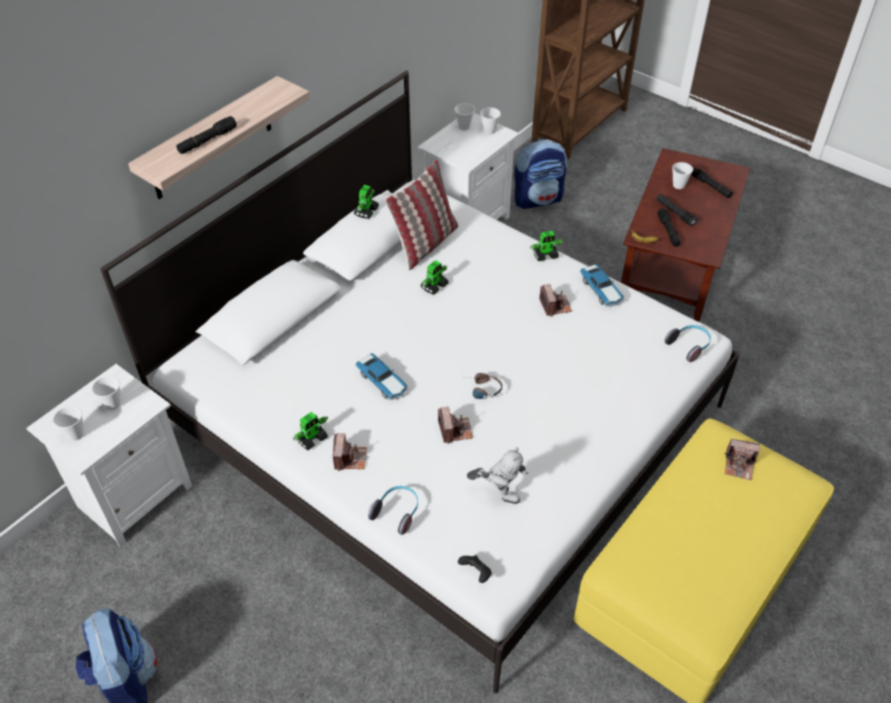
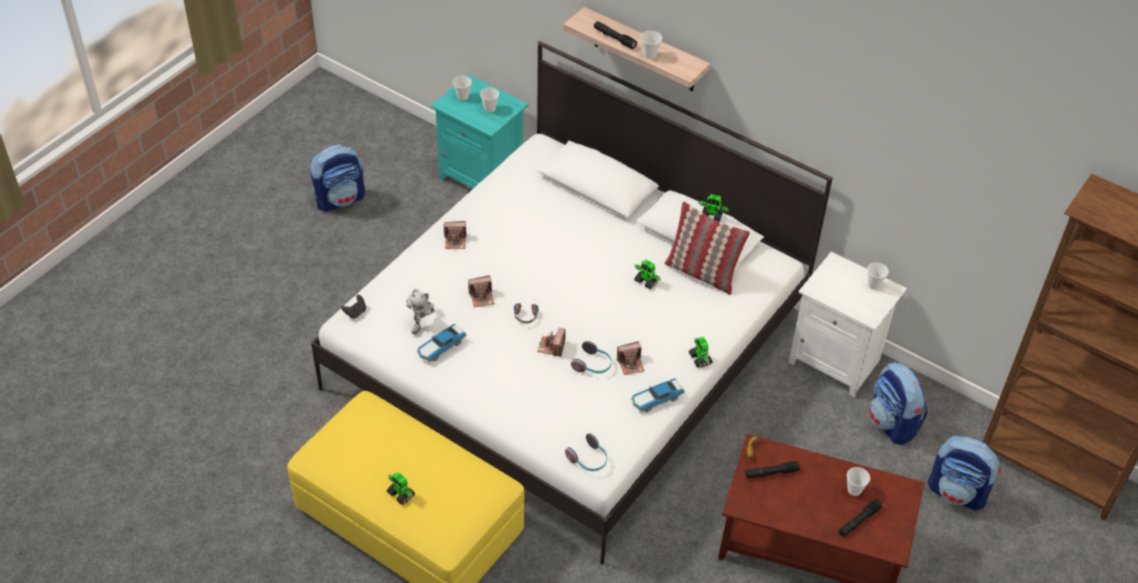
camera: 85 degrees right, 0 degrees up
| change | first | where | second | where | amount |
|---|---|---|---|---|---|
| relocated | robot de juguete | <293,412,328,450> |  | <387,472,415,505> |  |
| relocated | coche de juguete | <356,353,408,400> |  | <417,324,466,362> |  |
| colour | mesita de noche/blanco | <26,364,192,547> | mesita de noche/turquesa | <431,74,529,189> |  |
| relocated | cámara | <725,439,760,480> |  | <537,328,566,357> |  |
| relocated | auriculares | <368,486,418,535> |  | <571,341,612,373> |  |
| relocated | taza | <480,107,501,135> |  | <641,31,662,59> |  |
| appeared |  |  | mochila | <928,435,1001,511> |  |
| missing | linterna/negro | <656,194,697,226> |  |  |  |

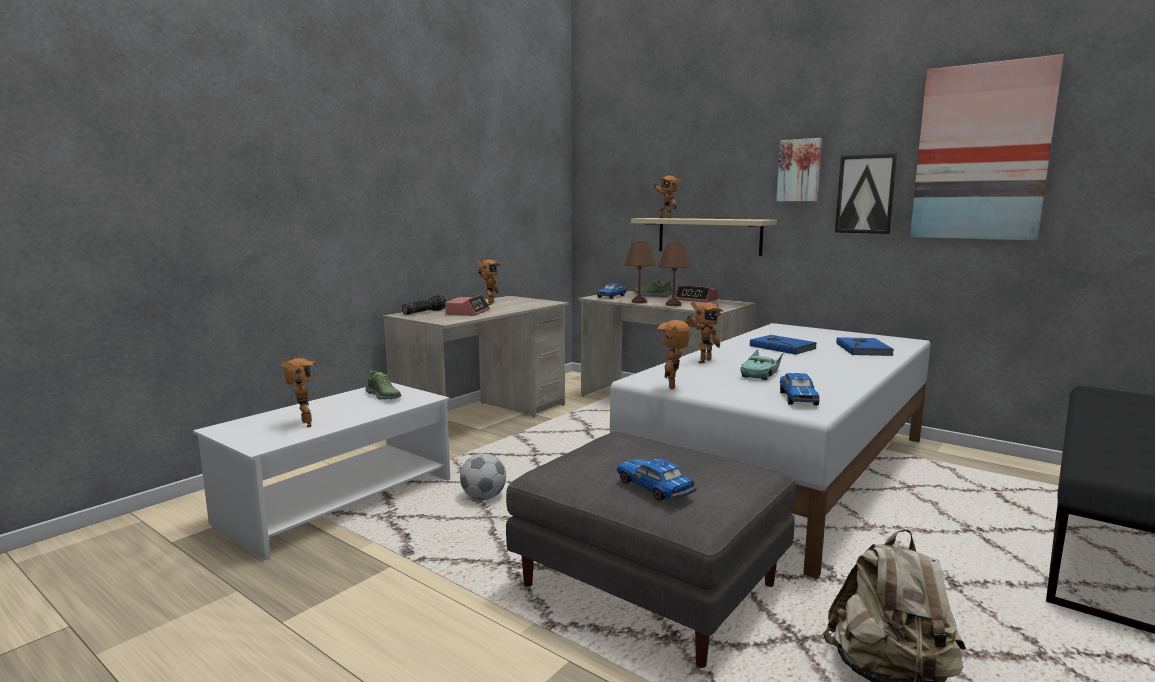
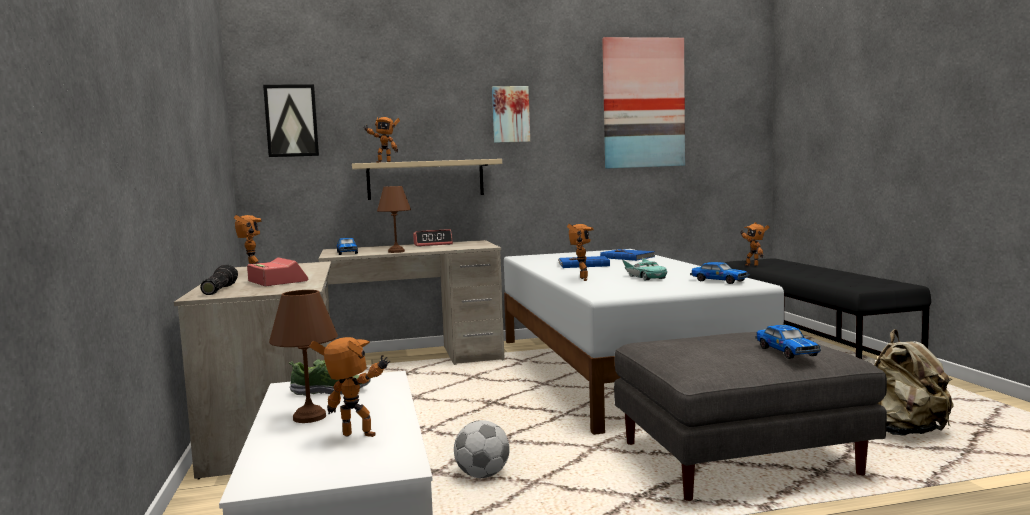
camera: 50 degrees left, 5 degrees down
| change | first | where | second | where | amount |
|---|---|---|---|---|---|
| relocated | cuadro | <835,153,898,234> |  | <263,84,319,157> |  |
| relocated | lámpara de mesa/marrón | <659,243,690,306> |  | <269,290,338,423> |  |
| relocated | robot de juguete | <657,318,694,389> |  | <740,222,770,266> |  |
| spun | coche de juguete | <617,459,696,501> |  | <755,325,821,359> | 105 degrees counterclockwise |
| missing | zapato | <633,280,672,297> |  |  |  |

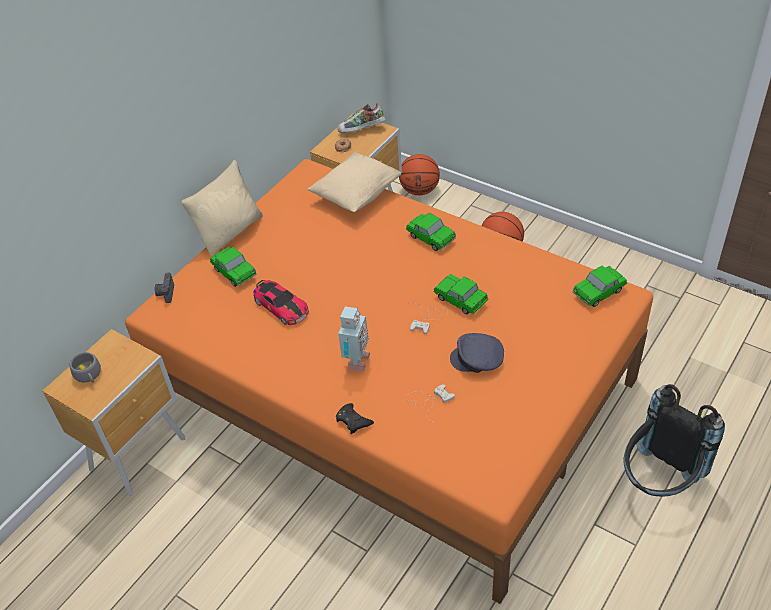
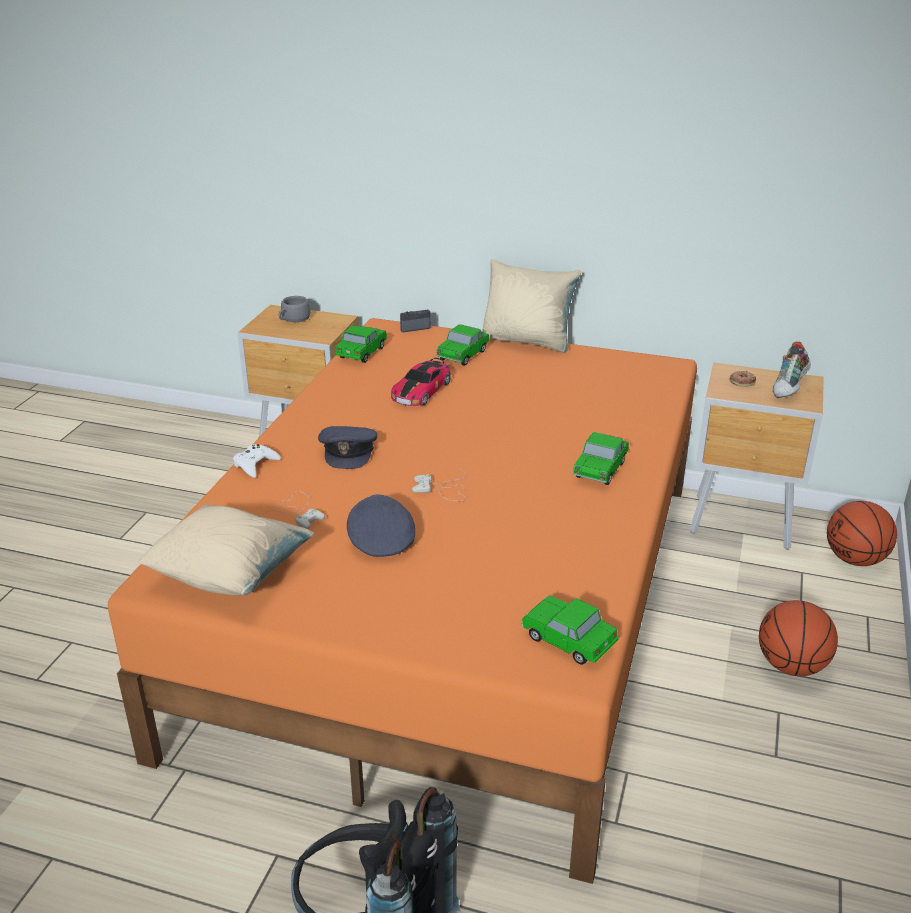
camera: 70 degrees right, 15 degrees down
| change | first | where | second | where | amount |
|---|---|---|---|---|---|
| relocated | cojín/beis | <308,151,402,212> |  | <137,504,314,596> |  |
| colour | mando de consola/negro | <336,403,374,434> | mando de consola/blanco | <233,444,281,478> |  |
| exchanged | robot de juguete | <338,306,370,372> | gorra/gris | <318,426,377,469> |  |
| relocated | coche de juguete | <434,274,488,314> |  | <335,325,387,363> |  |
| spun | zapato | <338,103,385,133> |  | <773,342,811,398> | 120 degrees counterclockwise |

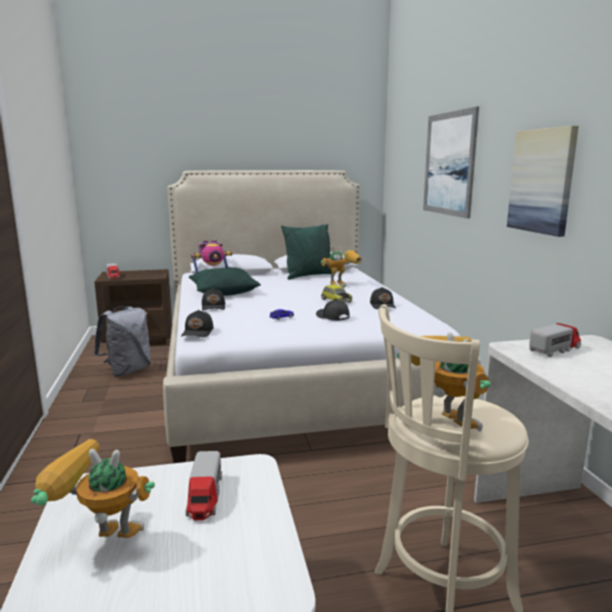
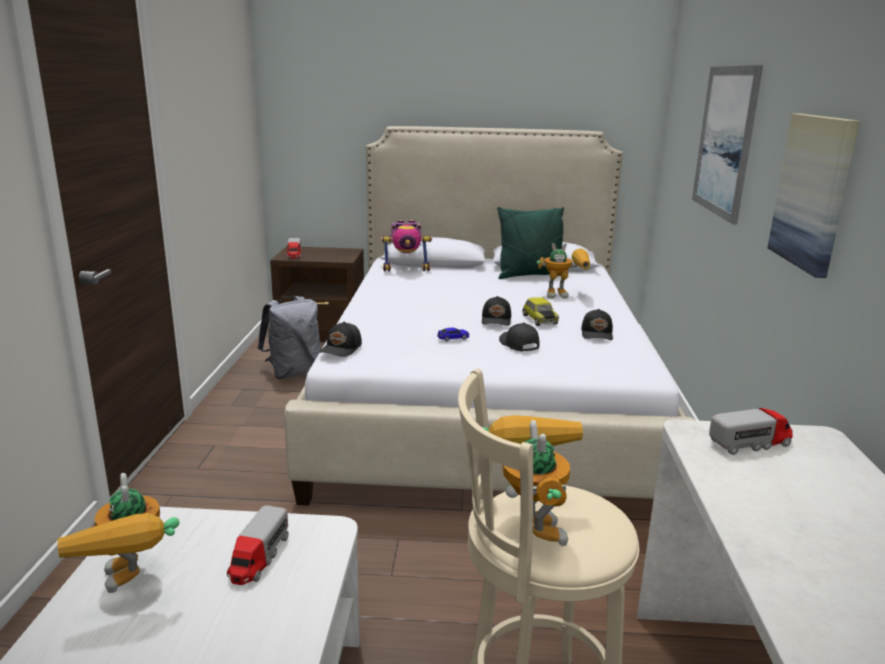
camera: 15 degrees right, 5 degrees up
| change | first | where | second | where | amount |
|---|---|---|---|---|---|
| spun | robot de juguete | <31,439,155,538> |  | <58,473,180,593> | 135 degrees counterclockwise |
| relocated | gorra/negro | <202,288,225,311> |  | <482,296,511,326> |  |
| missing | cojín/verde | <189,267,261,296> |  |  |  |

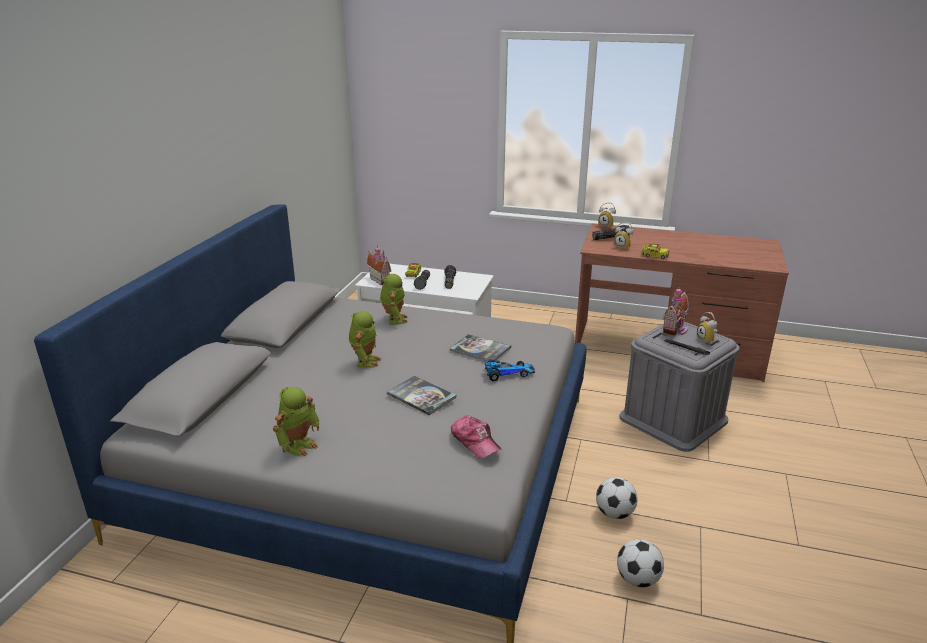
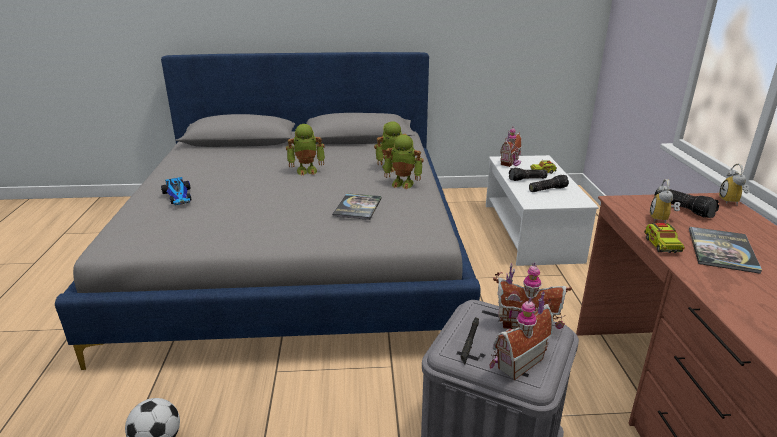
camera: 70 degrees right, 0 degrees up
| change | first | where | second | where | amount |
|---|---|---|---|---|---|
| relocated | coche de juguete | <484,359,535,381> |  | <161,177,192,205> |  |
| relocated | robot de juguete | <273,387,320,456> |  | <384,135,424,189> |  |
| exchanged | despertador | <697,312,717,344> | casita | <489,292,553,380> |  |
| relocated | libro | <387,376,456,415> |  | <689,227,762,274> |  |
| missing | gorra | <451,415,502,458> |  |  |  |
| missing | balón de fútbol | <596,477,638,519> |  |  |  |

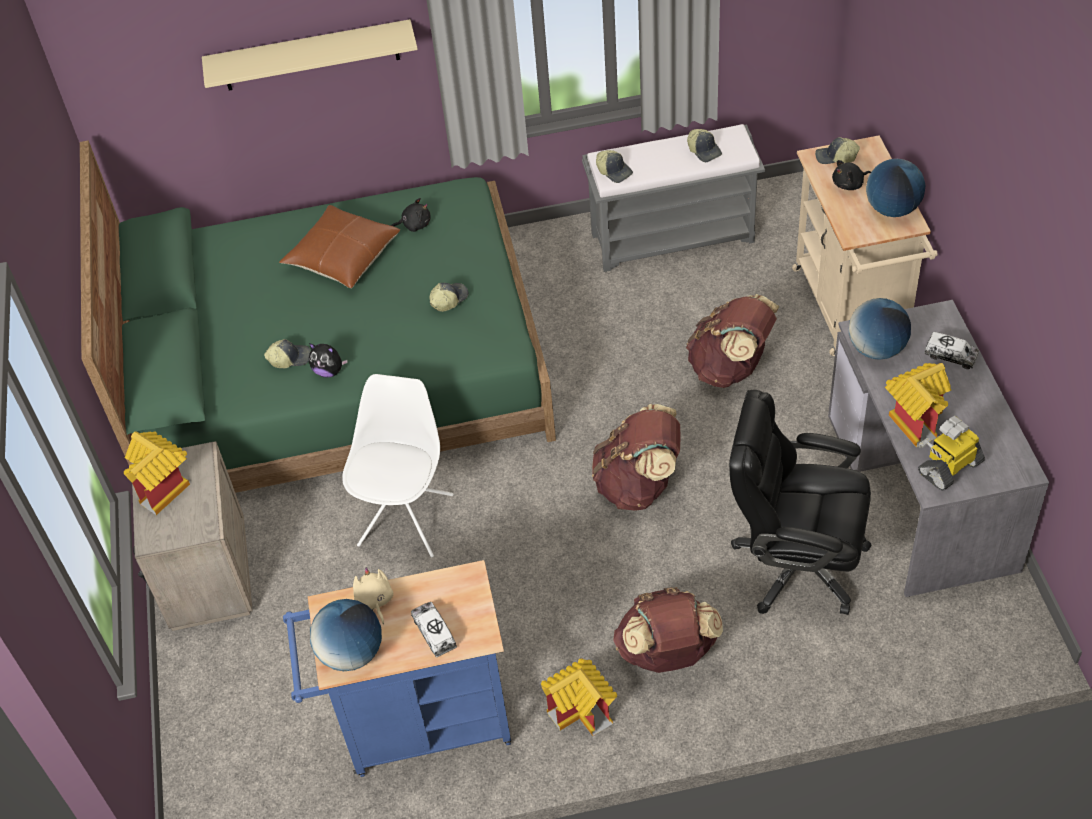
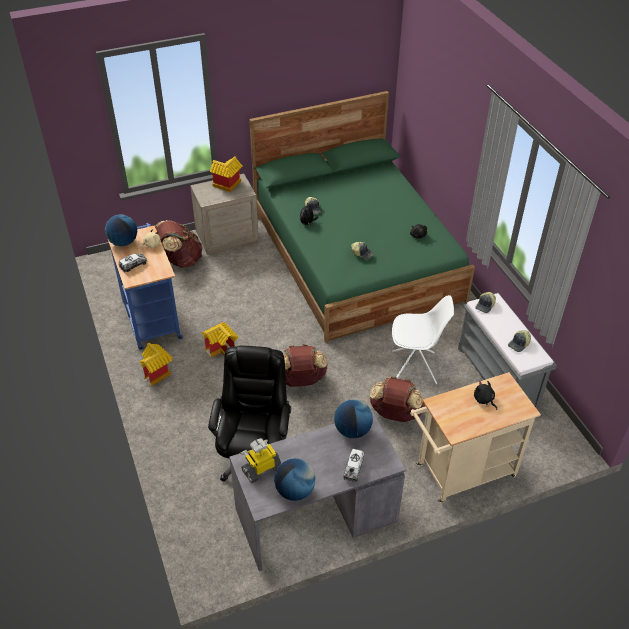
camera: 75 degrees right, 5 degrees down
| change | first | where | second | where | amount |
|---|---|---|---|---|---|
| relocated | mochila/marrón | <613,587,723,673> |  | <155,220,203,268> |  |
| relocated | casita | <885,363,951,447> |  | <202,322,238,358> |  |
| spun | robot de juguete | <918,416,985,491> |  | <240,438,282,483> | 75 degrees counterclockwise |
| relocated | globo terráqueo | <866,159,925,217> |  | <274,459,316,501> |  |
| relocated | silla/blanco | <342,374,454,558> |  | <392,295,454,384> |  |
| missing | estante/beis | <202,19,418,91> |  |  |  |
| missing | cojín/marrón | <279,205,400,288> |  |  |  |
| missing | gorra | <815,137,860,164> |  |  |  |

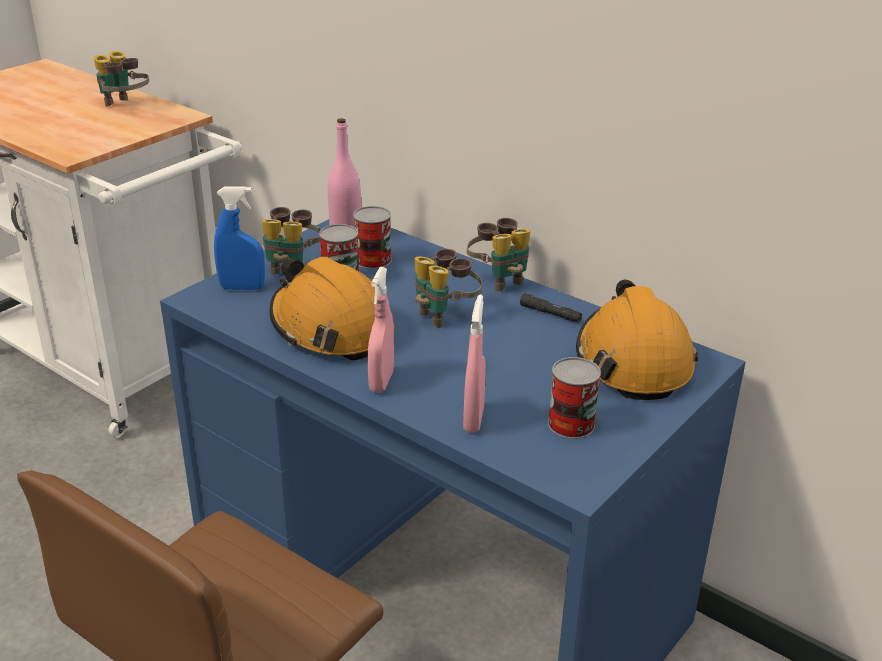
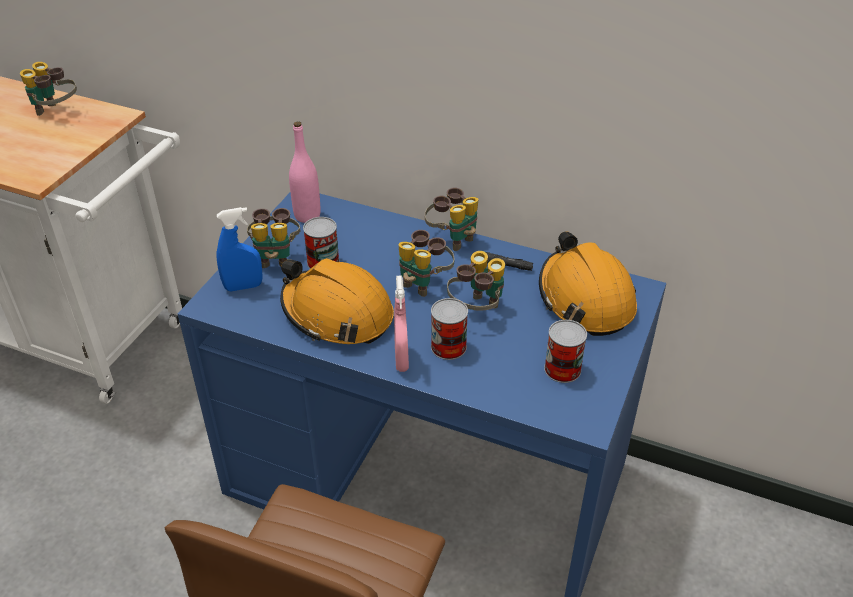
camera: 15 degrees left, 10 degrees up
| change | first | where | second | where | amount |
|---|---|---|---|---|---|
| relocated | lata | <353,206,392,269> |  | <431,298,468,360> |  |
| appeared |  |  | prismáticos | <447,251,505,311> |  |
| missing | pulverizador/rosa | <463,294,486,433> |  |  |  |

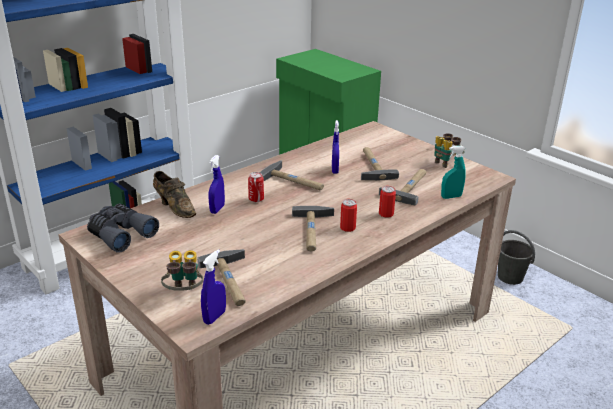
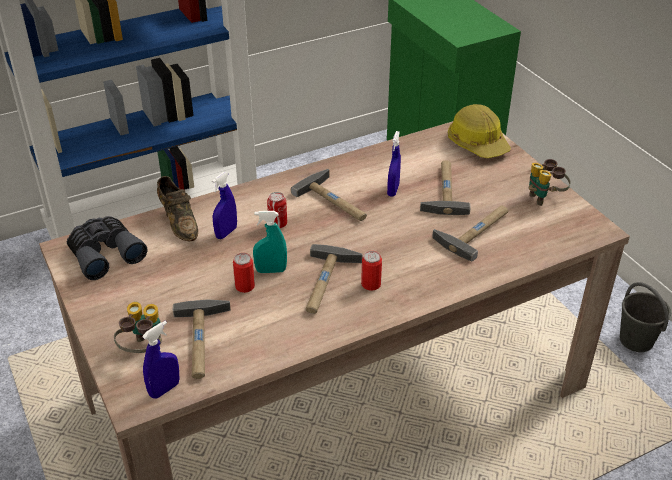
camera: 15 degrees right, 10 degrees up
| change | first | where | second | where | amount |
|---|---|---|---|---|---|
| relocated | lata | <379,186,396,218> |  | <233,253,255,293> |  |
| relocated | pulverizador/turquesa | <441,145,466,199> |  | <253,211,287,273> |  |
| appeared |  |  | casco | <448,104,511,158> |  |

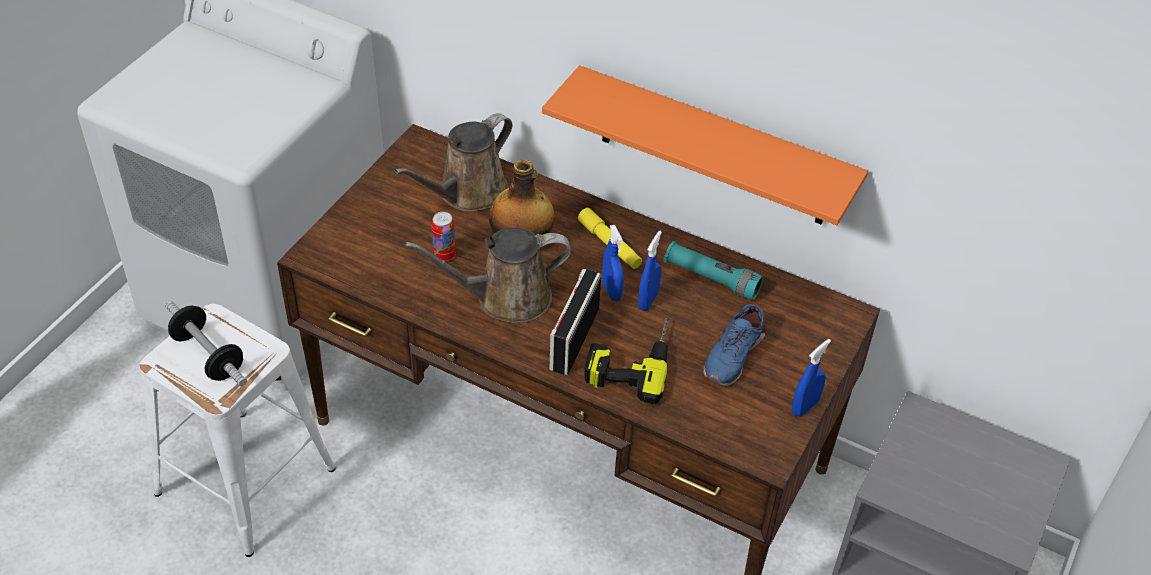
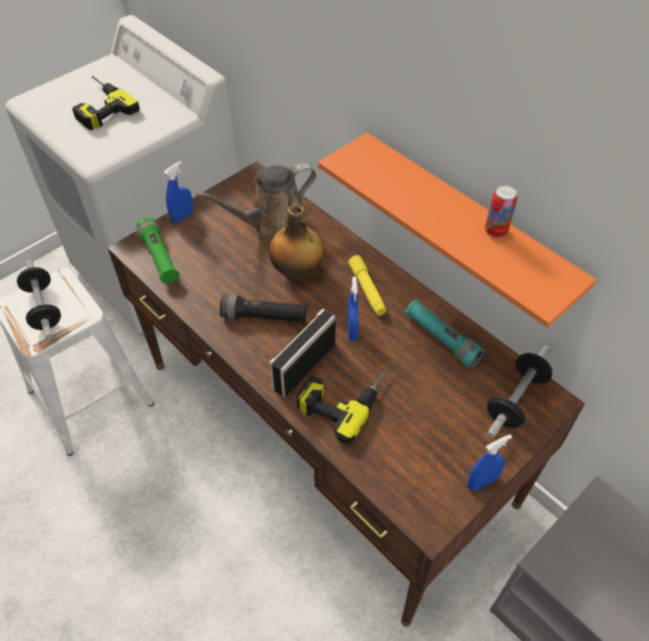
camera: 20 degrees right, 5 degrees up
| change | first | where | second | where | amount |
|---|---|---|---|---|---|
| appeared |  |  | taladro | <72,76,140,130> |  |
| appeared |  |  | linterna/verde | <136,217,180,284> |  |
| relocated | pulverizador/azul | <638,231,662,311> |  | <164,161,193,223> |  |
| exchanged | regadera/marrón | <405,228,571,323> | linterna/negro | <220,295,307,323> |  |
| relocated | lata | <431,212,456,261> |  | <485,185,517,238> |  |
| appeared |  |  | mancuerna | <487,345,552,438> |  |
| missing | zapato/azul | <703,304,765,386> |  |  |  |

